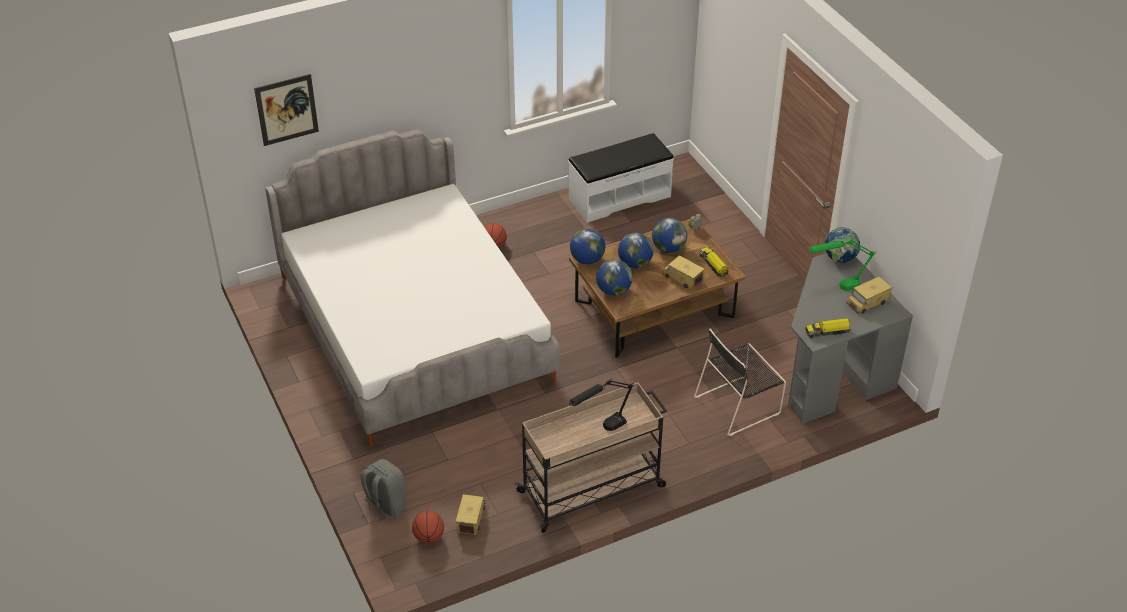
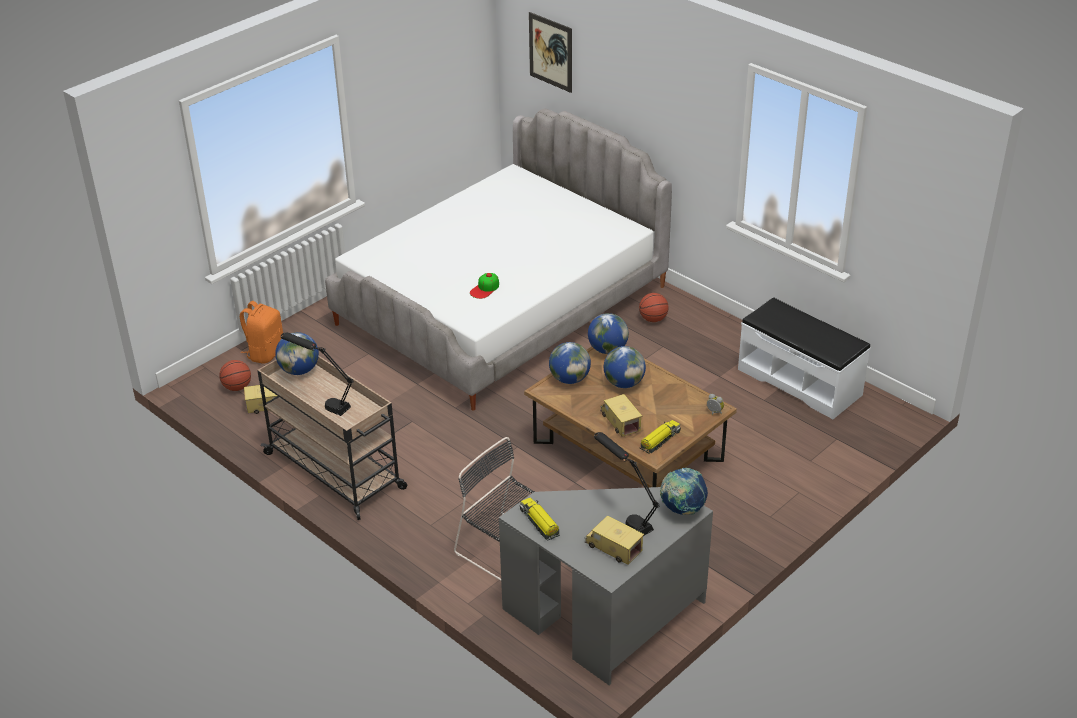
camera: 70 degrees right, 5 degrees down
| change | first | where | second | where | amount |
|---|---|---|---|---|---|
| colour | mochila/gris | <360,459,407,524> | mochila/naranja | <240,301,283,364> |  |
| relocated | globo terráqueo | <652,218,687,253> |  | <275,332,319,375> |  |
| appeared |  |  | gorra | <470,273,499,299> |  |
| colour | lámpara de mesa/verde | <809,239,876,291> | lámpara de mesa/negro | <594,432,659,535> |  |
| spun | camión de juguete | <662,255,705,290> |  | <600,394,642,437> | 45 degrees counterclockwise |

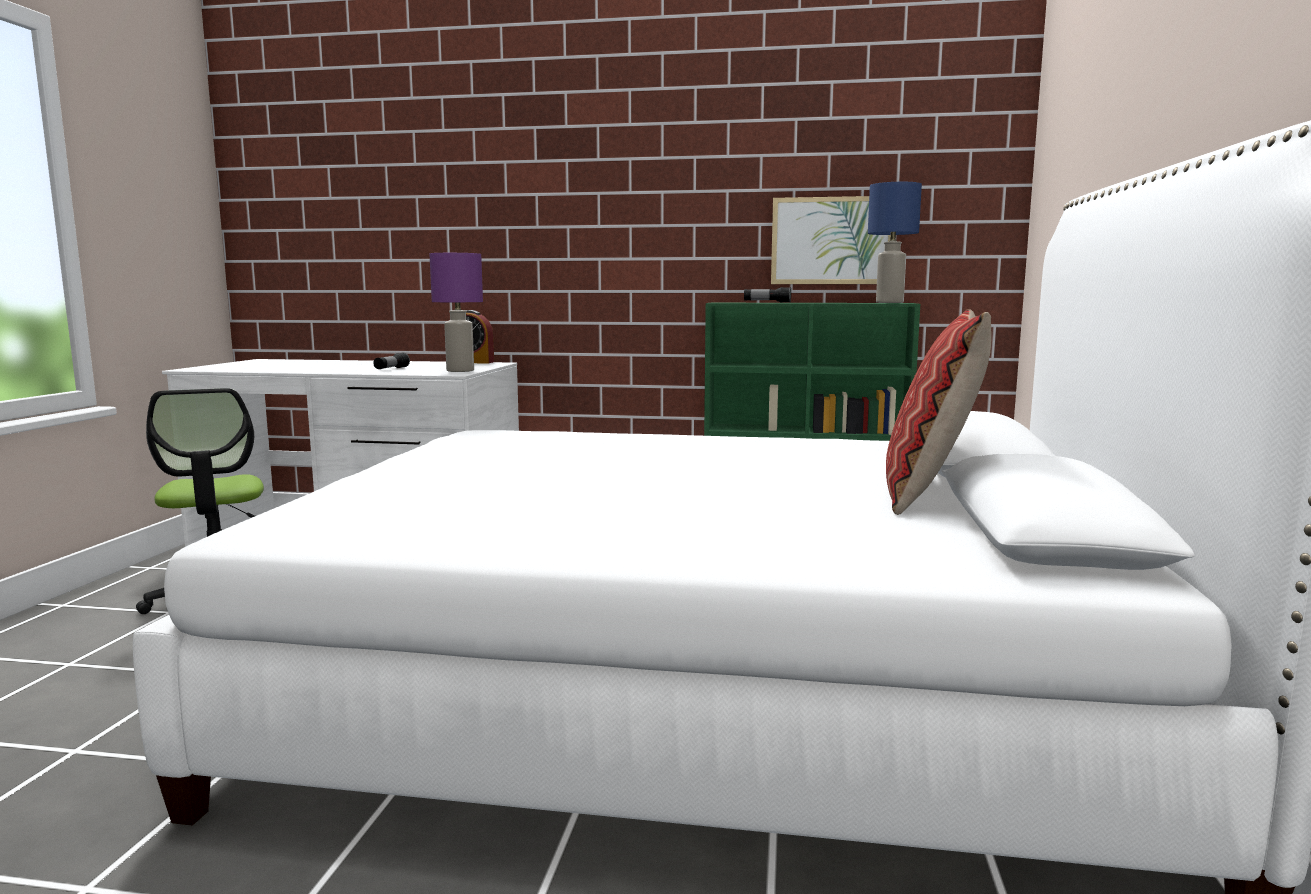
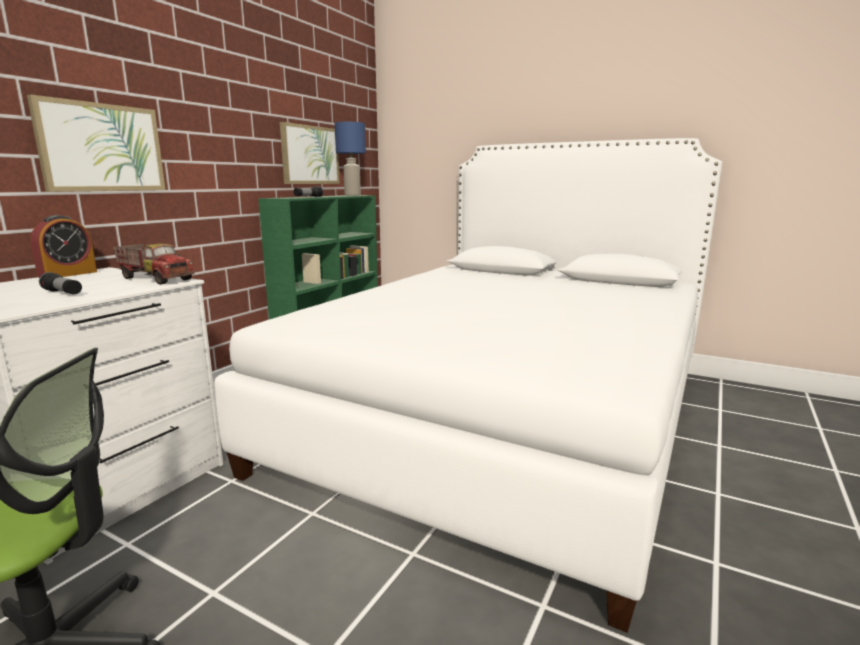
camera: 70 degrees left, 5 degrees up
| change | first | where | second | where | amount |
|---|---|---|---|---|---|
| appeared |  |  | cuadro | <27,94,165,192> |  |
| exchanged | lámpara de mesa/morado | <429,253,483,372> | camión de juguete | <113,244,195,285> |  |
| missing | cojín | <886,309,991,515> |  |  |  |

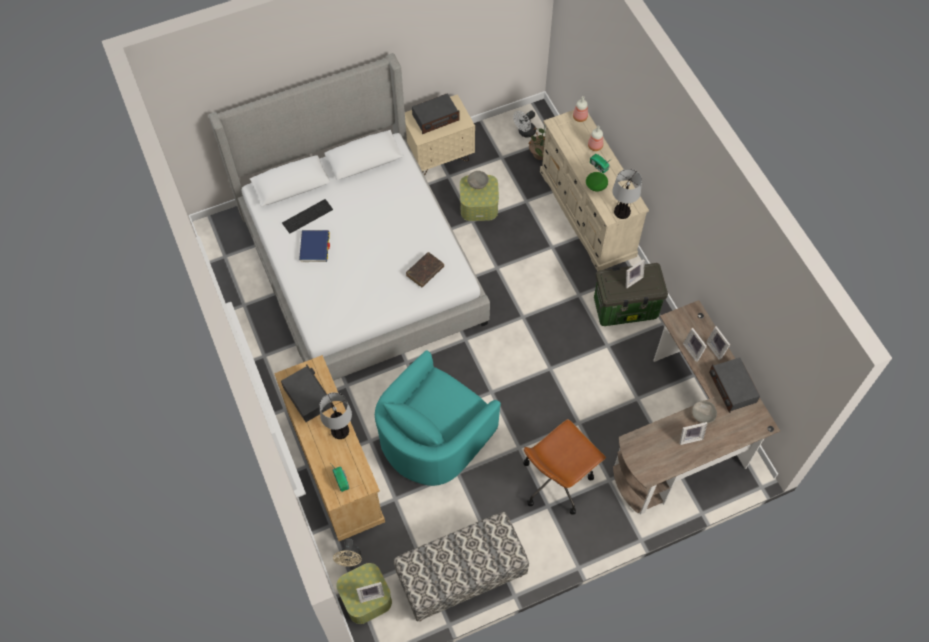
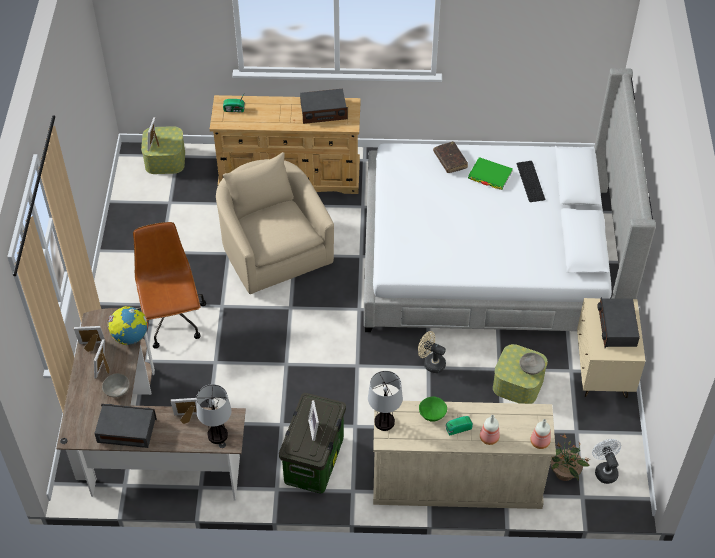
camera: 115 degrees right, 10 degrees down
| change | first | where | second | where | amount |
|---|---|---|---|---|---|
| relocated | portarretratos | <706,326,730,361> |  | <74,326,106,352> |  |
| appeared |  |  | globo terráqueo | <108,306,149,345> |  |
| relocated | lámpara de mesa | <319,392,352,439> |  | <196,384,232,444> |  |
| colour | sillón/turquesa | <375,350,501,486> | sillón/beis | <216,152,334,294> |  |
| relocated | ventilador/beis | <333,538,362,567> |  | <418,331,446,373> |  |
| relocated | libro/marrón | <406,252,444,287> |  | <433,141,468,173> |  |
| colour | libro/azul | <299,230,330,262> | libro/verde | <468,157,513,190> |  |
| missing | banco | <393,512,529,622> |  |  |  |

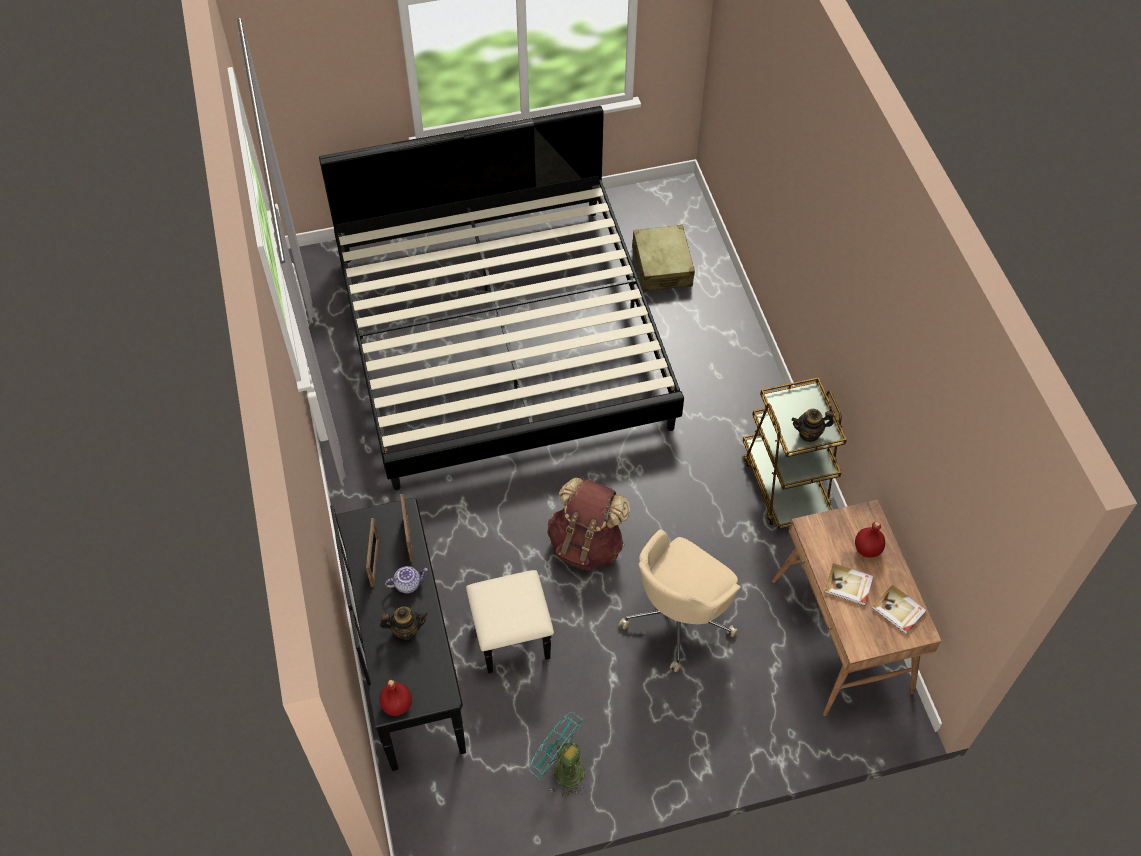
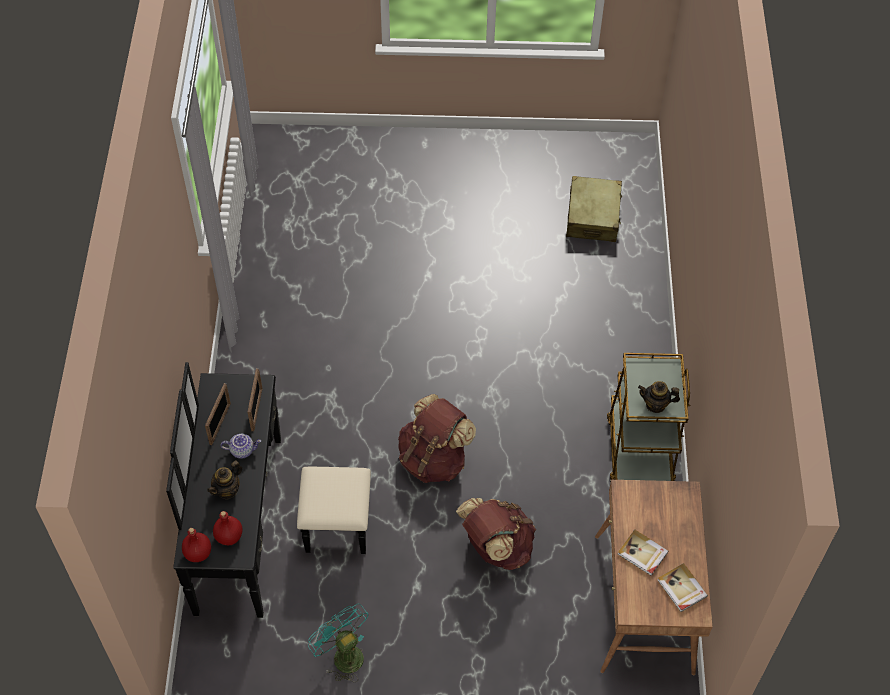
camera: 15 degrees right, 0 degrees up
| change | first | where | second | where | amount |
|---|---|---|---|---|---|
| spun | tetera | <380,607,428,640> |  | <207,461,242,500> | 120 degrees clockwise |
| relocated | botella/rojo | <855,521,885,558> |  | <213,511,242,545> |  |
| exchanged | silla de oficina/beis | <618,529,741,672> | mochila/marrón | <456,498,536,570> |  |
| missing | cama | <319,106,684,490> |  |  |  |

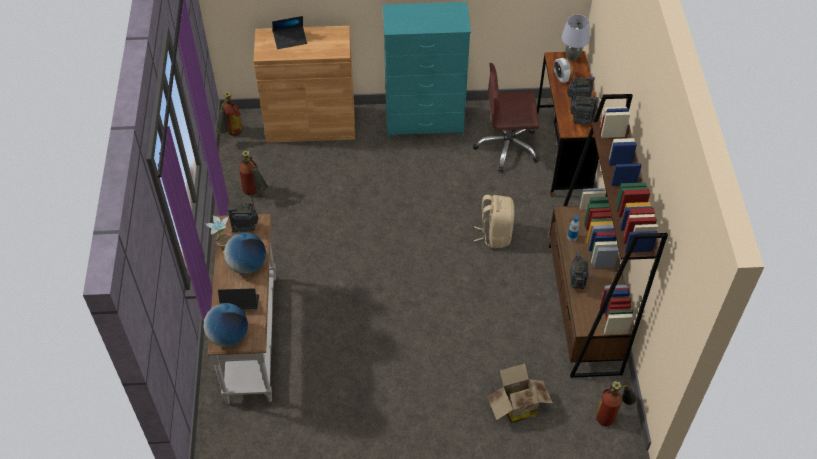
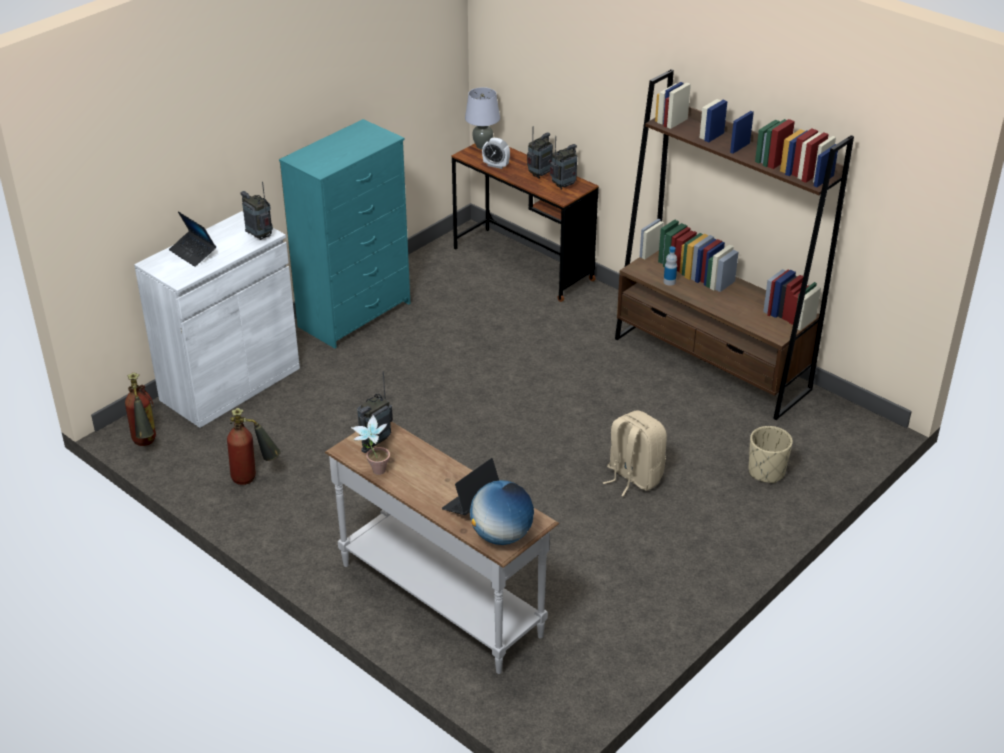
camera: 45 degrees left, 15 degrees down
| change | first | where | second | where | amount |
|---|---|---|---|---|---|
| colour | armario/marrón | <254,26,355,143> | armario/blanco | <134,211,300,428> |  |
| spun | portátil | <272,16,307,49> |  | <169,211,216,267> | 105 degrees clockwise |
| relocated | radio | <570,252,589,289> |  | <241,182,273,240> |  |
| relocated | mochila/beis | <474,195,515,248> |  | <603,410,667,496> |  |
| exchanged | caja de cartón | <487,363,553,424> | maceta/beis | <749,426,793,483> |  |
| missing | globo terráqueo | <223,233,266,274> |  |  |  |
| missing | silla de oficina/marrón | <473,63,539,172> |  |  |  |
| missing | extintor | <596,381,637,426> |  |  |  |

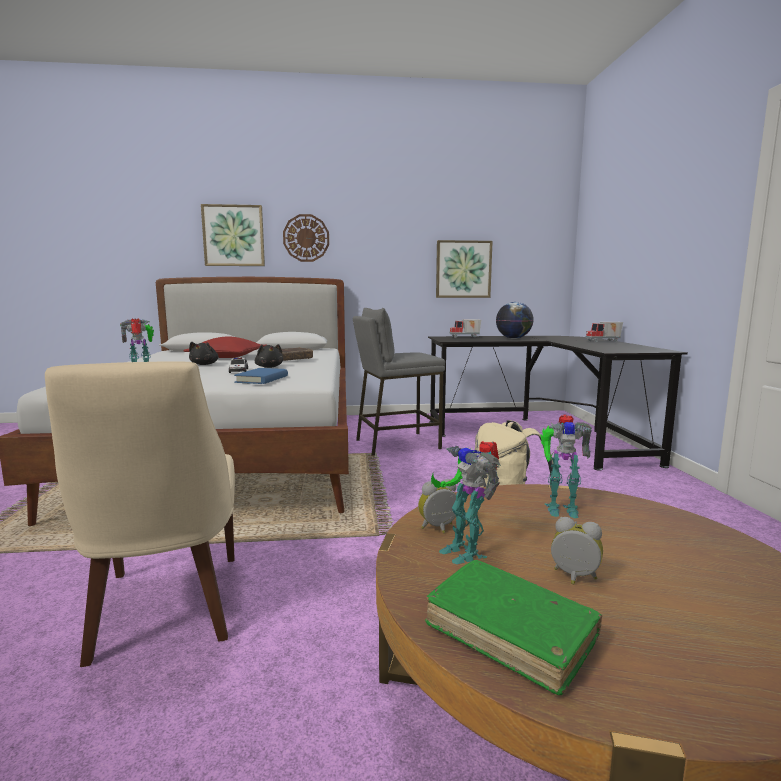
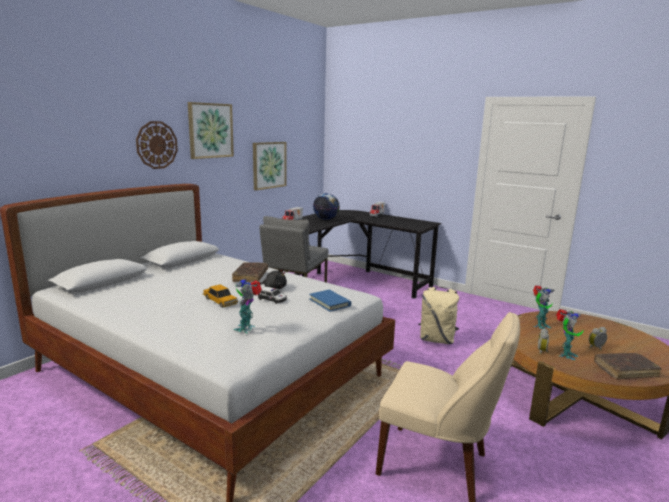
camera: 50 degrees left, 5 degrees up
| change | first | where | second | where | amount |
|---|---|---|---|---|---|
| relocated | cuadro | <201,204,265,266> |  | <188,102,234,159> |  |
| exchanged | peluche/negro | <189,342,219,365> | coche de juguete | <203,284,238,308> |  |
| spun | robot de juguete | <431,441,501,565> |  | <556,309,584,360> | 60 degrees counterclockwise |
| colour | libro/verde | <425,560,602,695> | libro/marrón | <594,353,662,380> |  |
| missing | cojín/rojo | <184,337,266,358> |  |  |  |

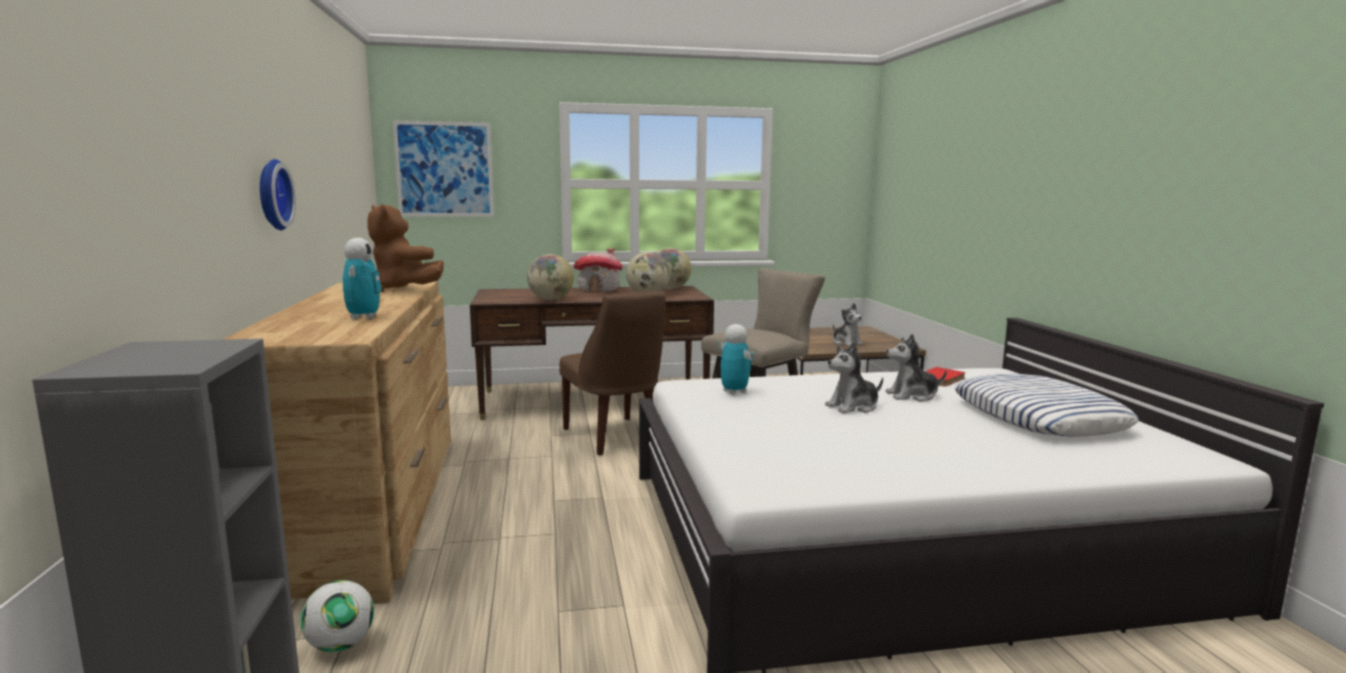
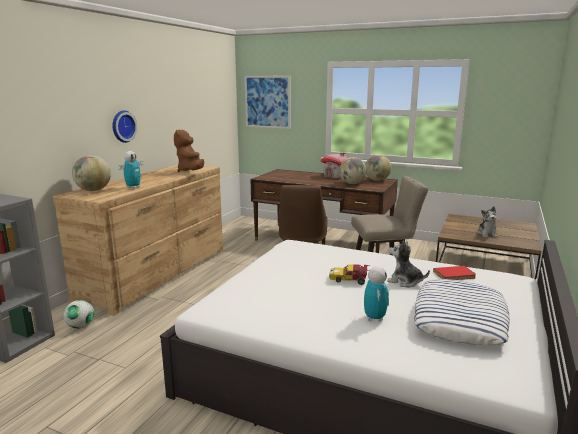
camera: 35 degrees right, 5 degrees up
| change | first | where | second | where | amount |
|---|---|---|---|---|---|
| relocated | globo terráqueo | <527,254,574,300> |  | <72,155,111,191> |  |
| exchanged | peluche | <825,342,883,413> | coche de juguete | <329,264,369,285> |  |
| relocated | robot de juguete | <718,324,754,395> |  | <364,266,389,322> |  |

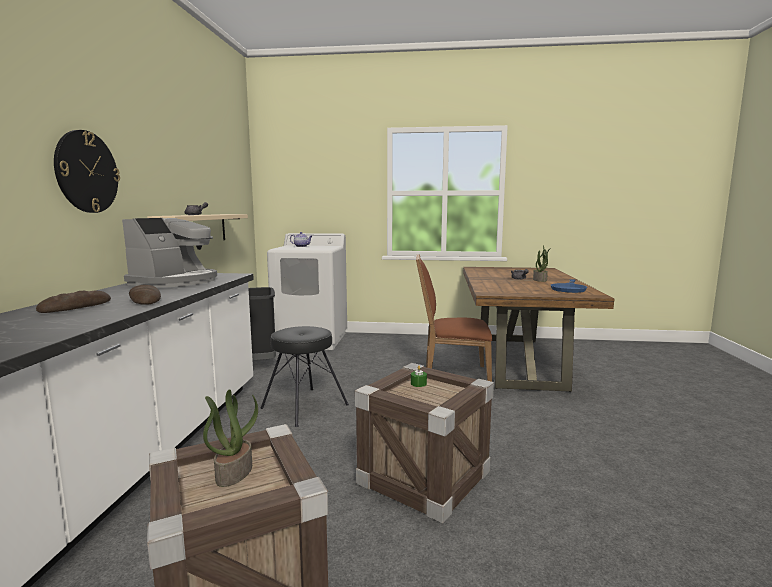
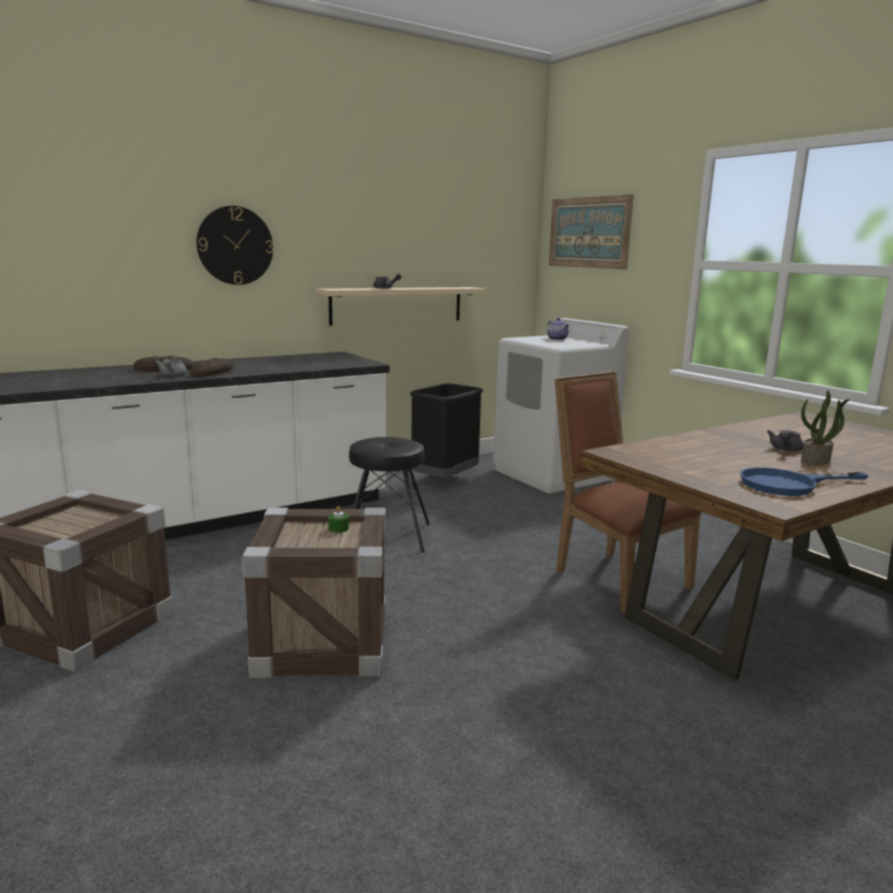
camera: 50 degrees right, 5 degrees up
| change | first | where | second | where | amount |
|---|---|---|---|---|---|
| appeared |  |  | tetera/gris | <156,359,187,376> |  |
| appeared |  |  | cuadro | <549,194,634,269> |  |
| missing | cafetera | <122,218,217,287> |  |  |  |
| missing | planta en maceta | <203,389,258,487> |  |  |  |

